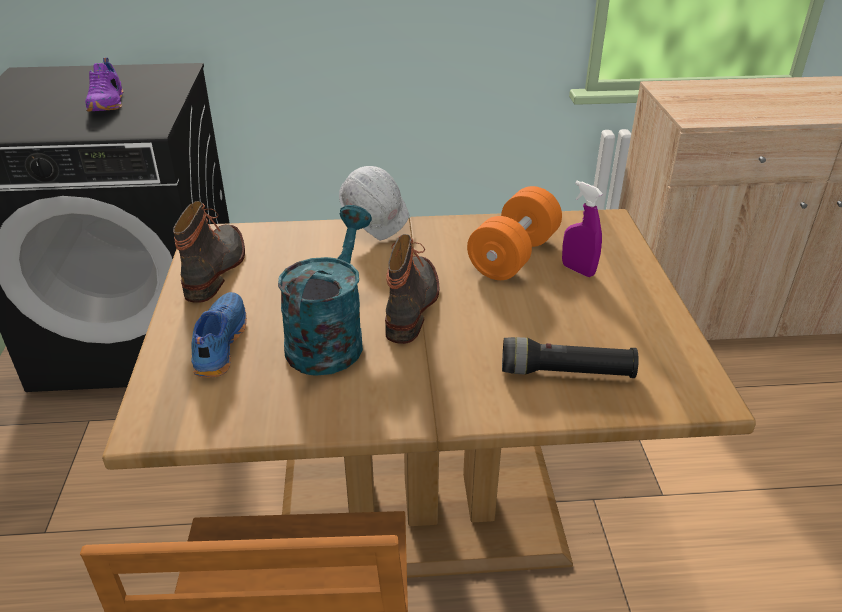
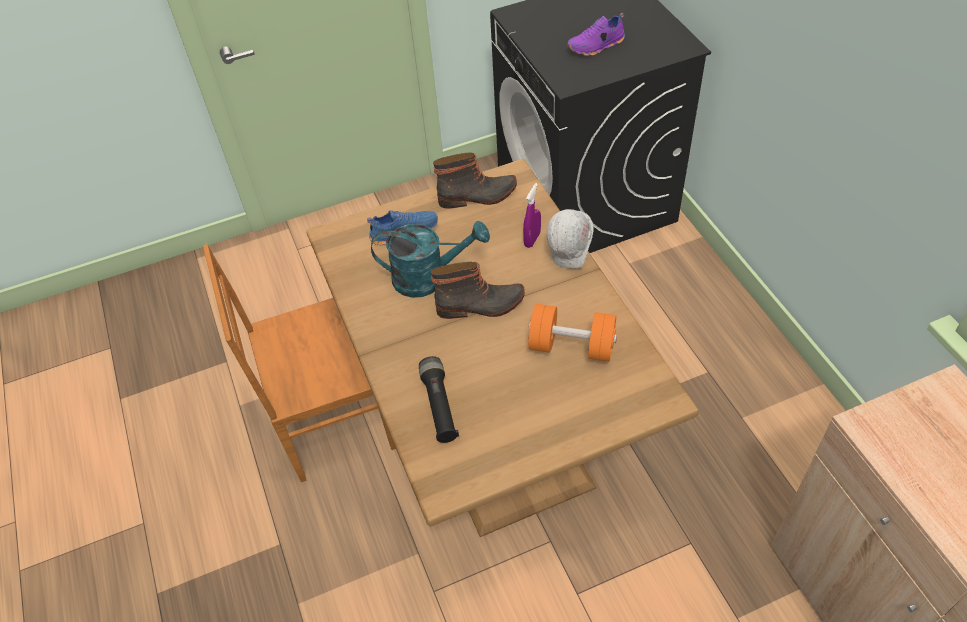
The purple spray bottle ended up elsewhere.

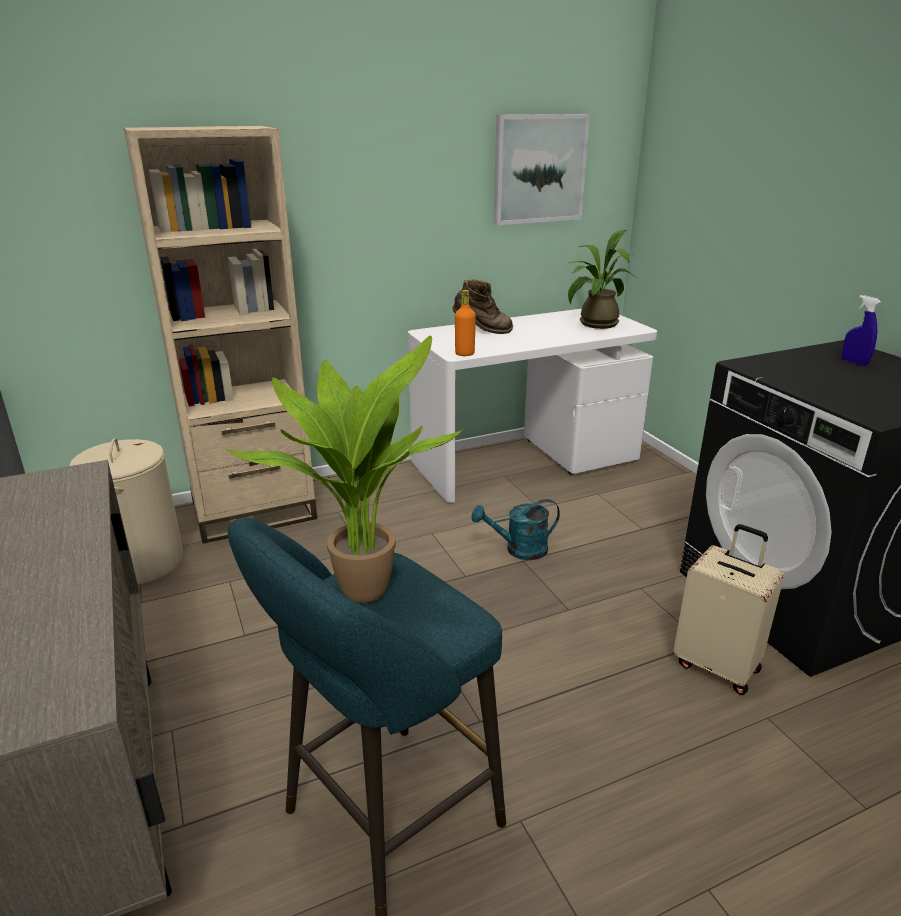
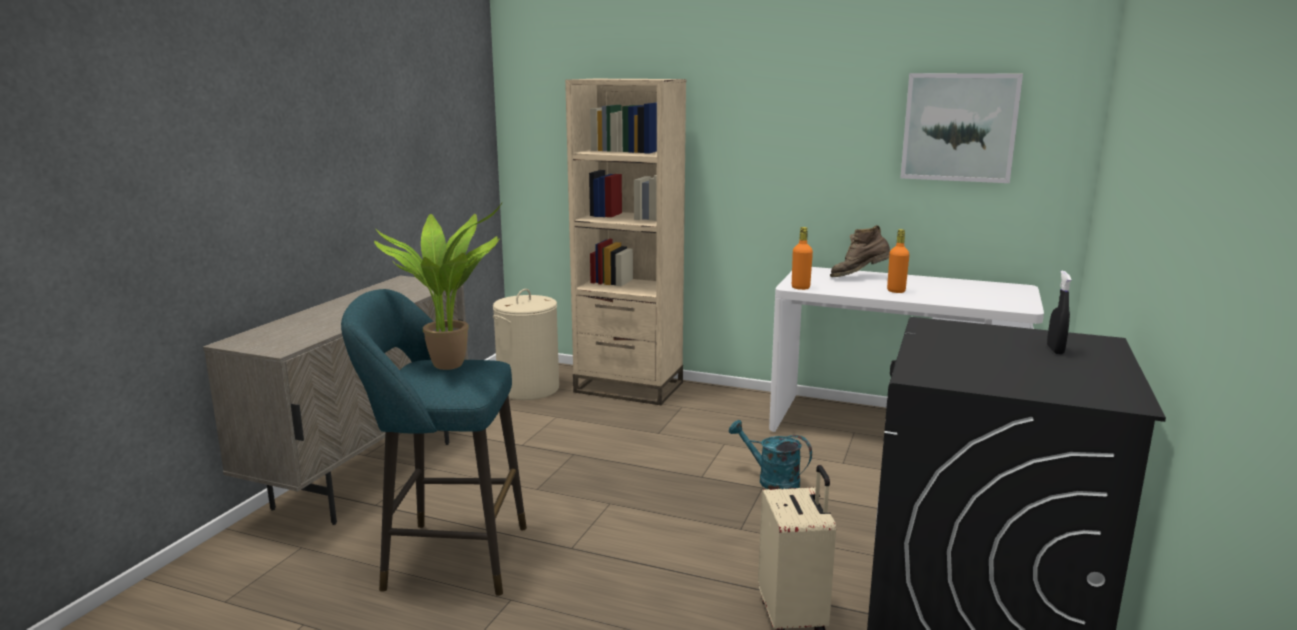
The second view lost the potted plant (2nd from left).
The brown boot ended up facing another way, 120 degrees clockwise from before.
What was the blue spray bottle turned into the black spray bottle.
The second view gained the orange bottle (2nd from left).

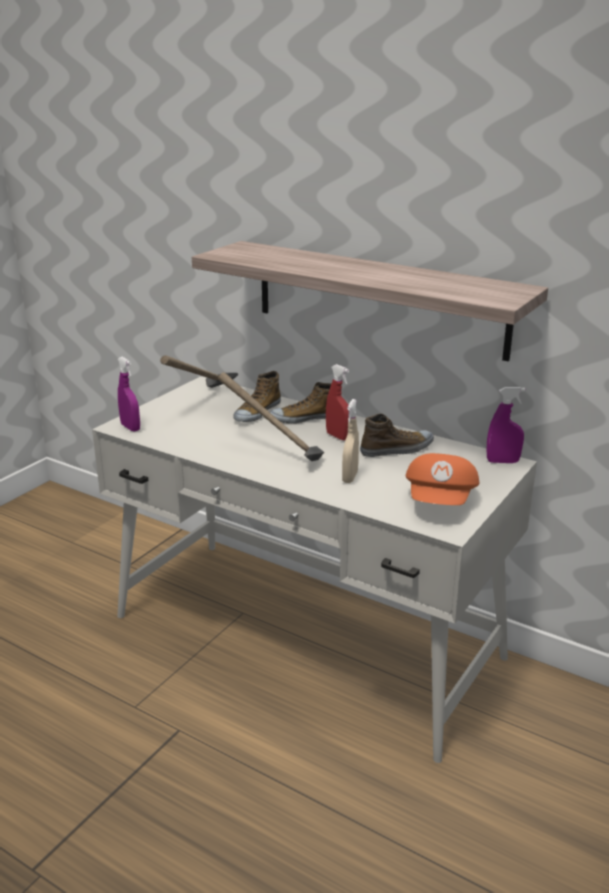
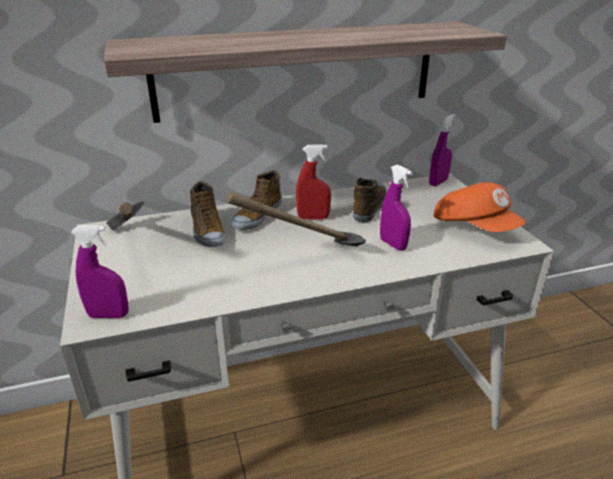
What was the beige spray bottle turned into the purple spray bottle (2nd from left).

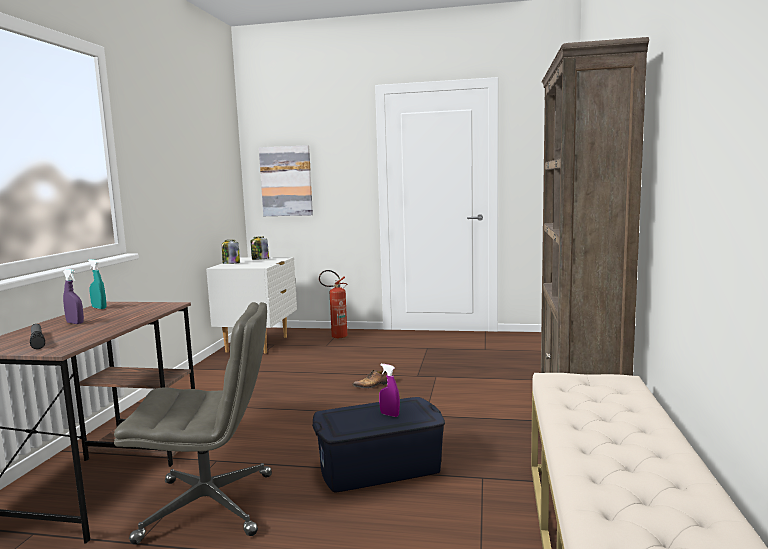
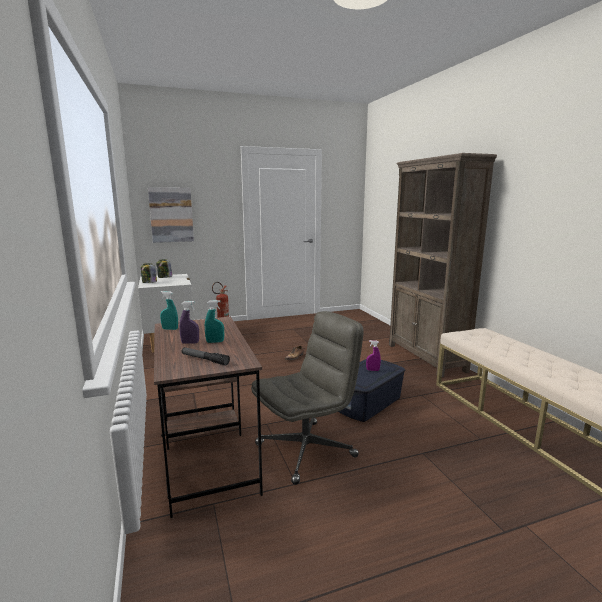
The second view gained the turquoise spray bottle (2nd from left).

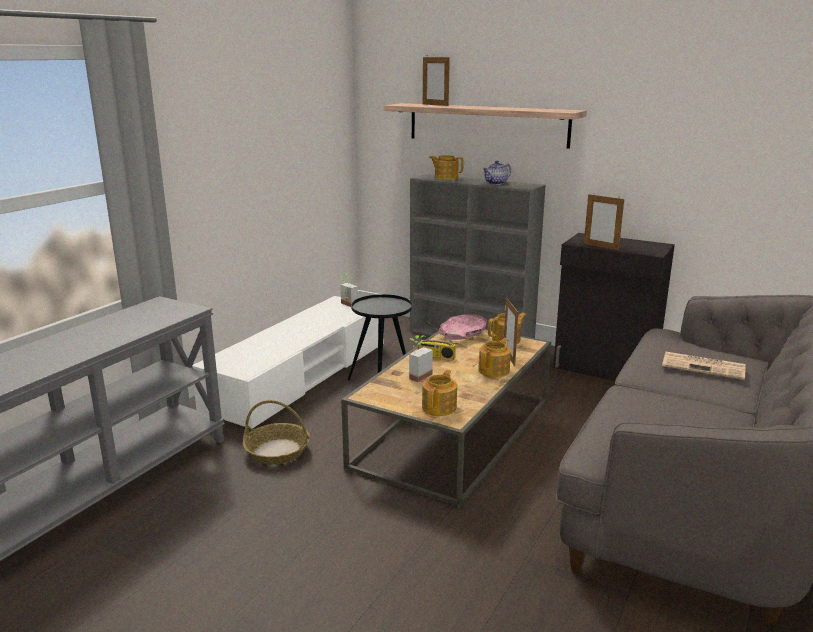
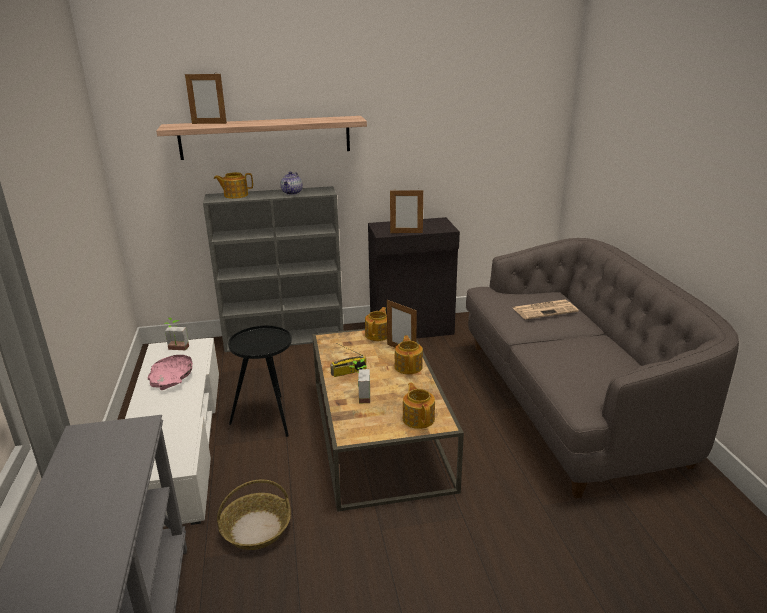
The pink bowl ended up elsewhere.

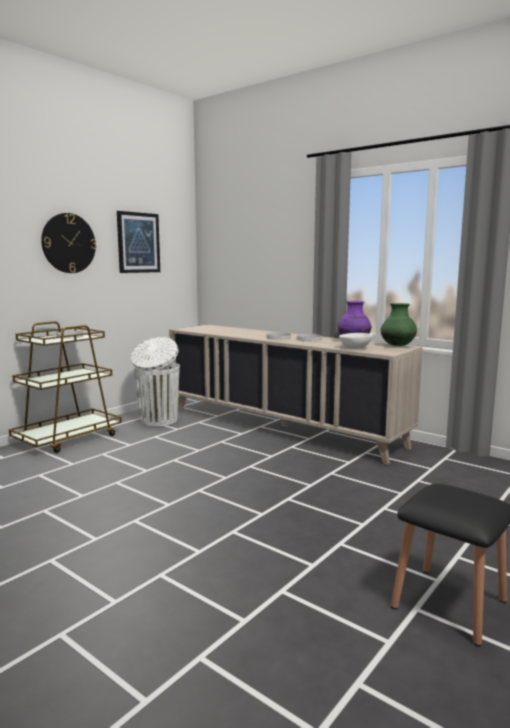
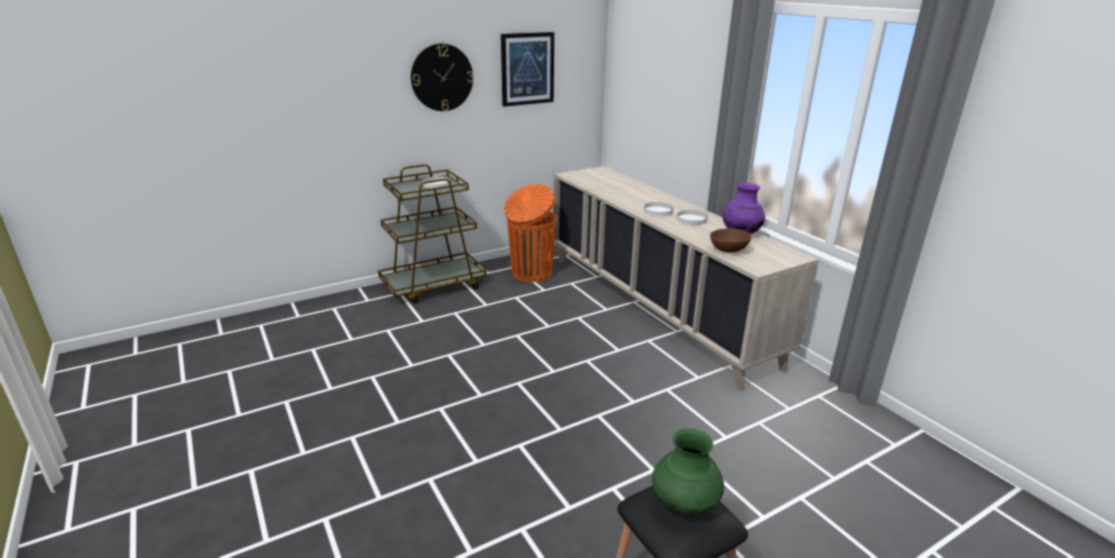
The green vase ended up elsewhere.
What was the white bowl turned into the brown bowl.
What was the white trash can turned into the orange trash can.

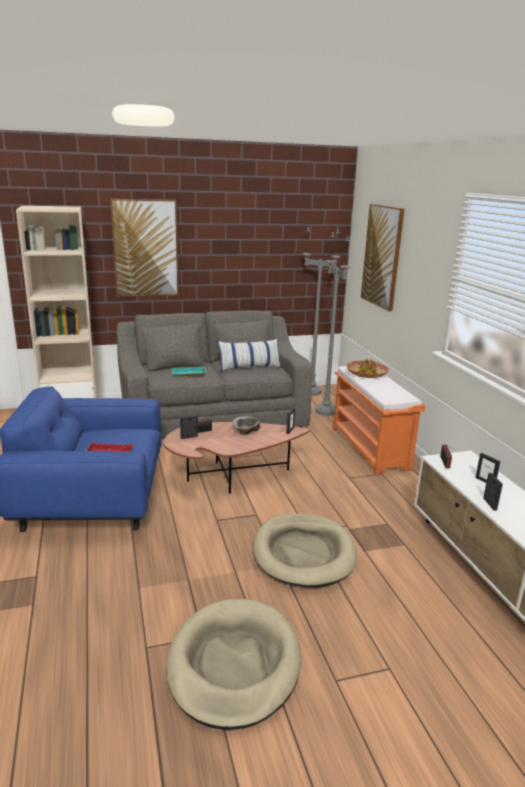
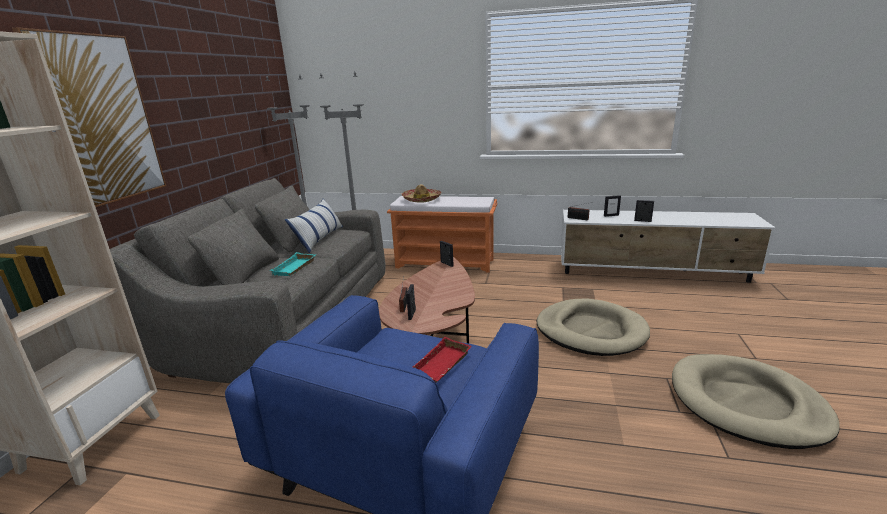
The second view lost the picture (2nd from left).
The second view lost the bowl.

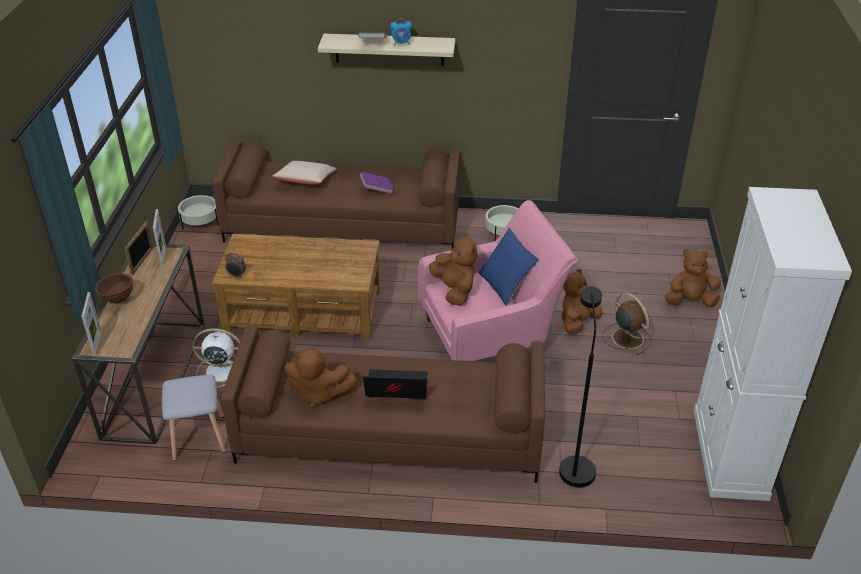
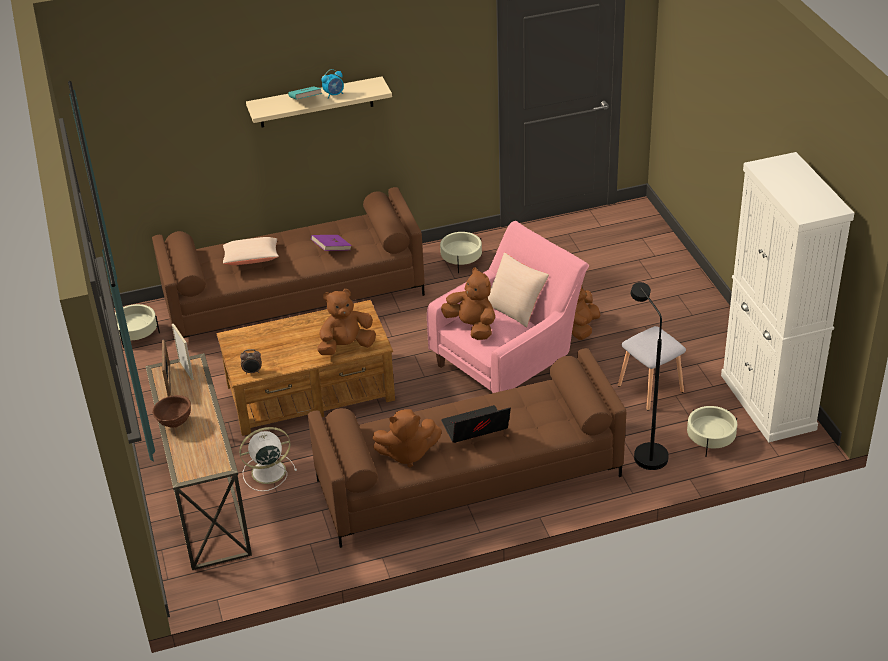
What was the blue pillow turned into the beige pillow (2nd from left).
The brown plush toy (4th from left in the first image) ended up elsewhere.
The second view lost the picture frame (1st from left).
The second view lost the brown fan.
The grey stool ended up elsewhere.
The second view gained the beige planter (3rd from left).

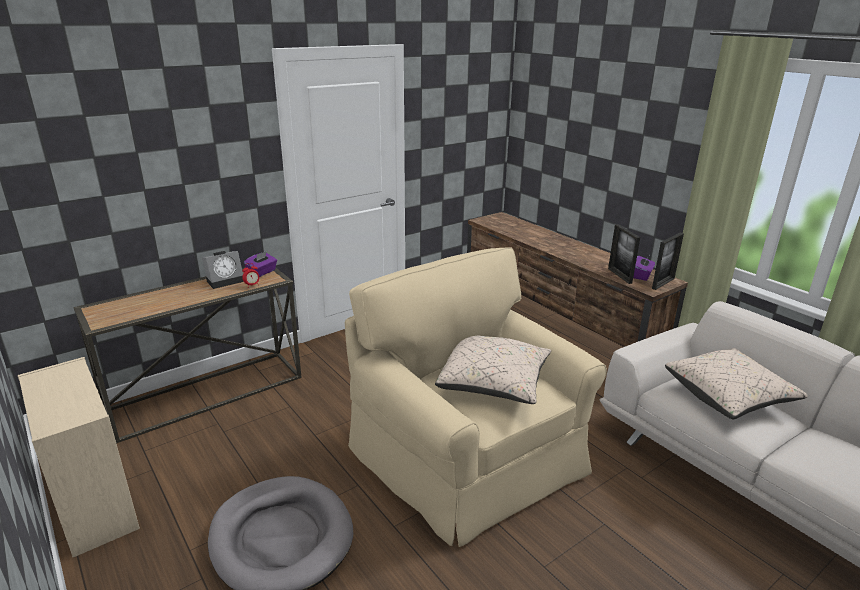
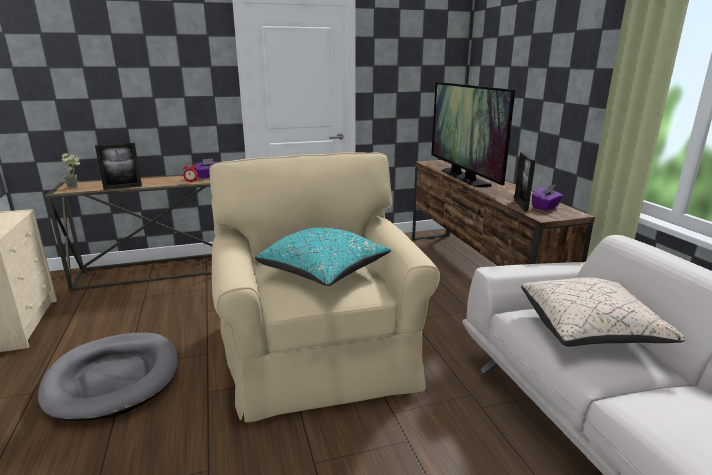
The picture frame (2nd from left in the first image) ended up elsewhere.
The second view lost the alarm clock (1st from left).
What was the beige pillow (1st from left) turned into the turquoise pillow.
The second view gained the television.
The second view gained the potted plant.

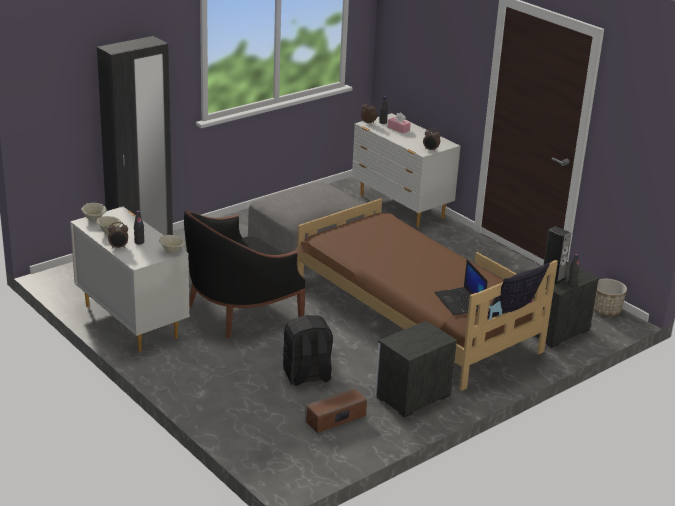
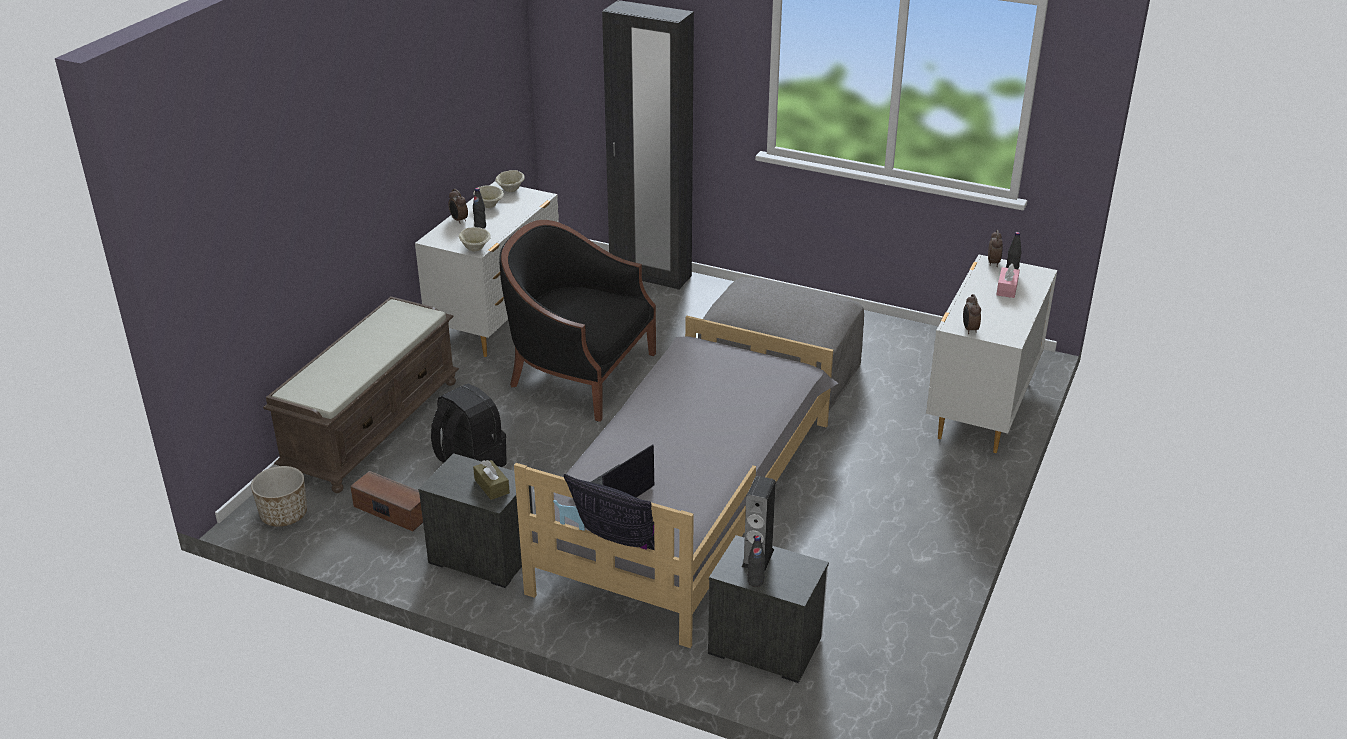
What was the brown bed turned into the grey bed.
The planter ended up elsewhere.
The second view gained the brown bench.
The second view gained the brown tissue box.

